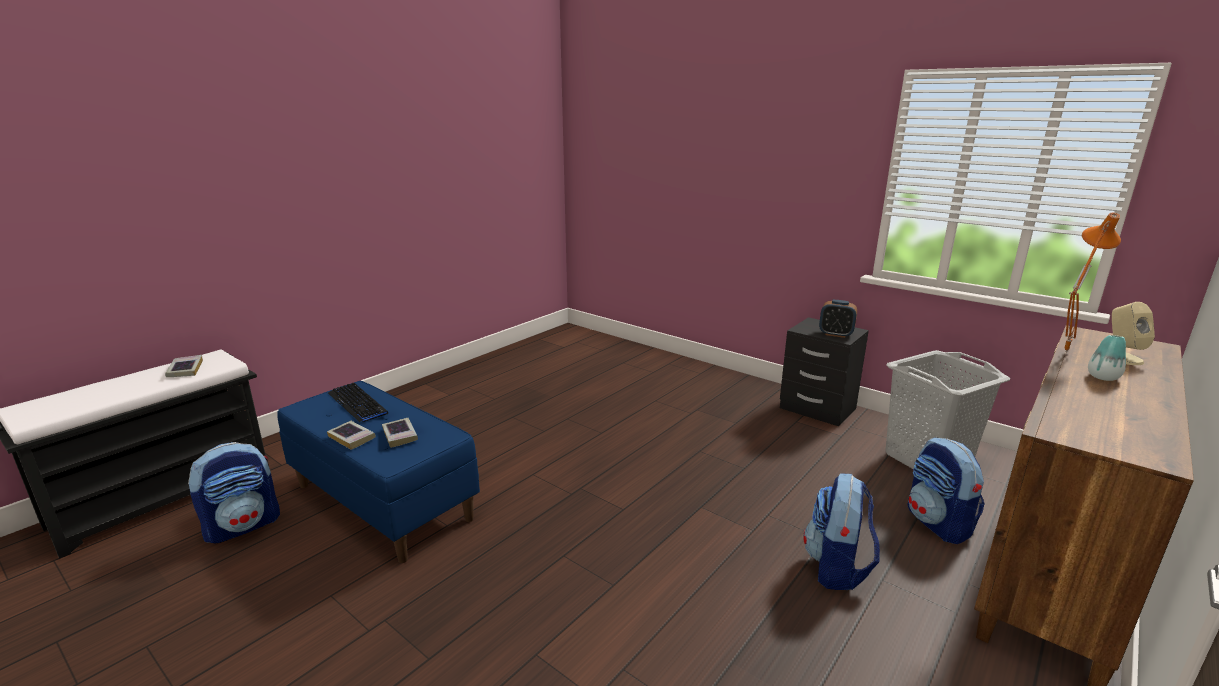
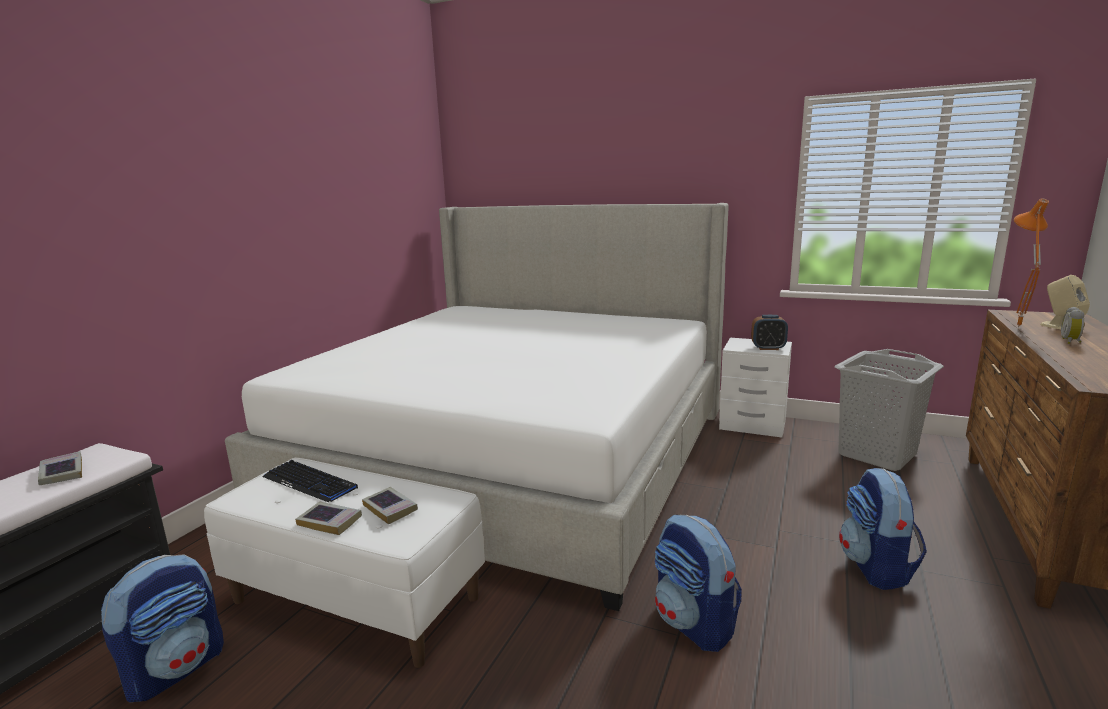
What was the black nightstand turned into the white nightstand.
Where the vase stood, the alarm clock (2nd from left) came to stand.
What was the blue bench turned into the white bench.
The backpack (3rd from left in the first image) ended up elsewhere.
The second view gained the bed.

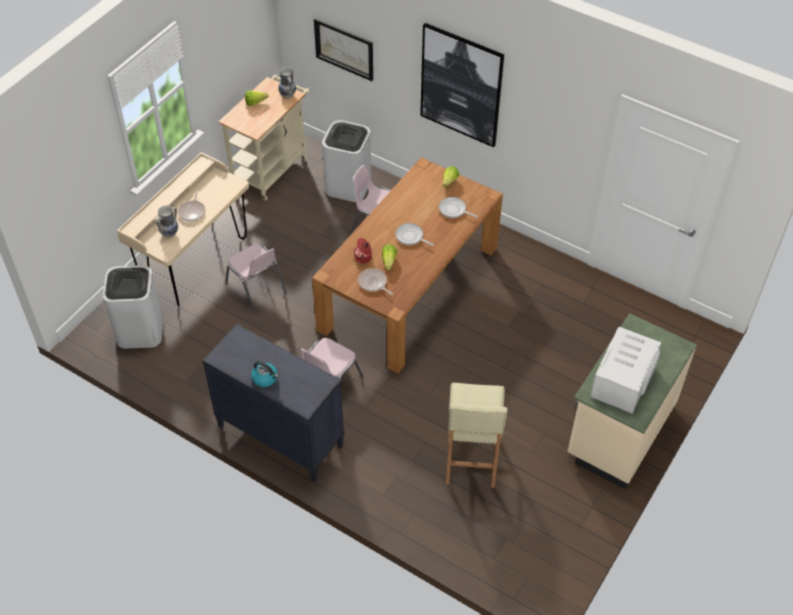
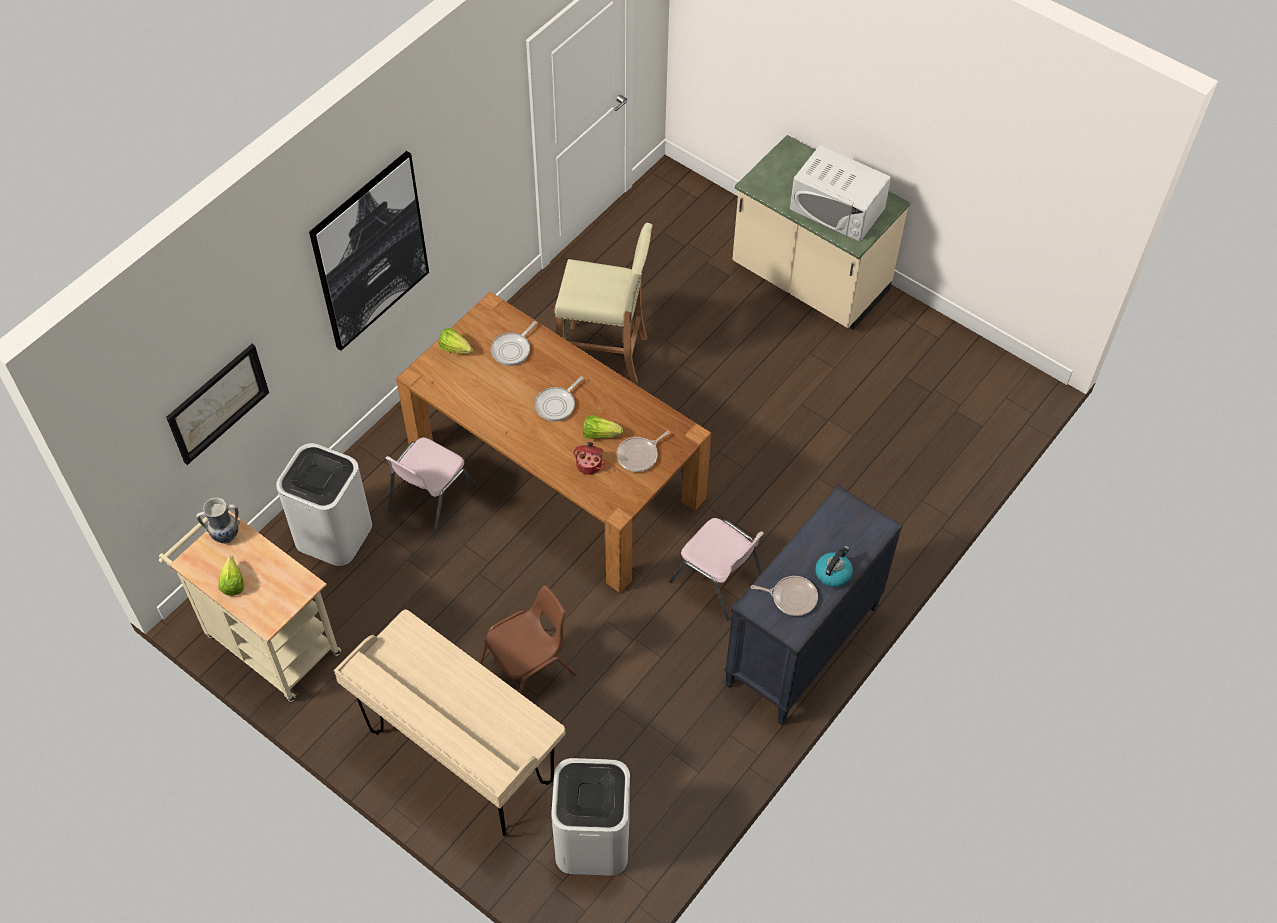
The frying pan (1st from left in the first image) ended up elsewhere.
The second view lost the vase (1st from left).
What was the pink chair (1st from left) turned into the brown chair.
The beige stool ended up elsewhere.

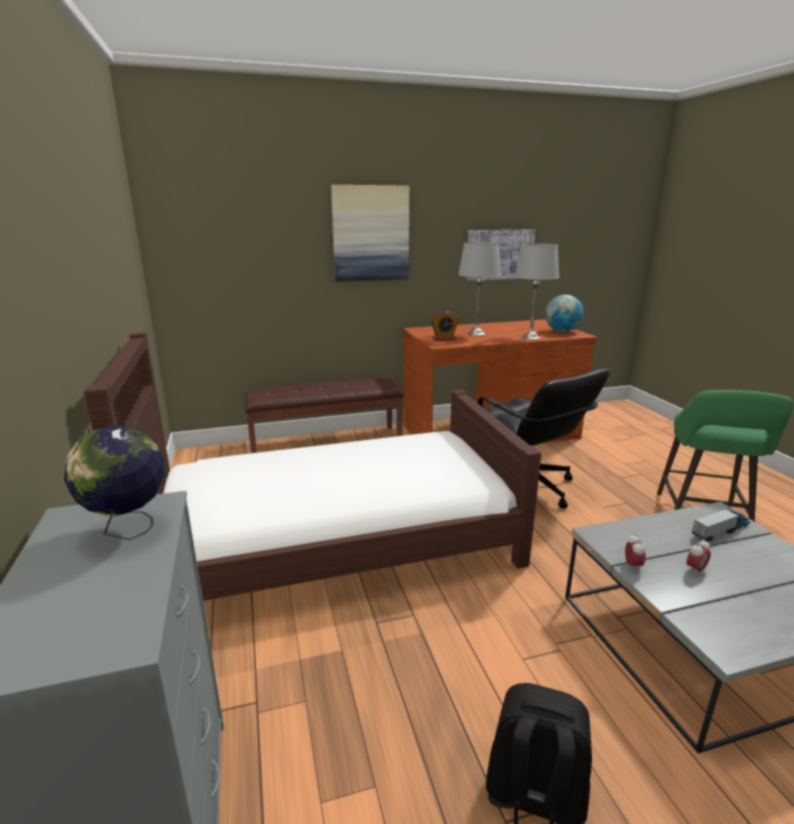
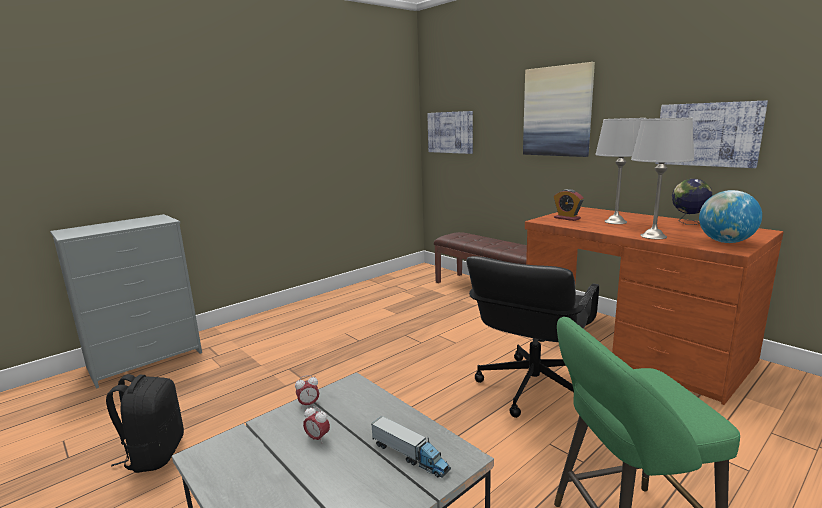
The second view lost the brown bed.
The globe (1st from left) ended up elsewhere.
The second view gained the picture (1st from left).

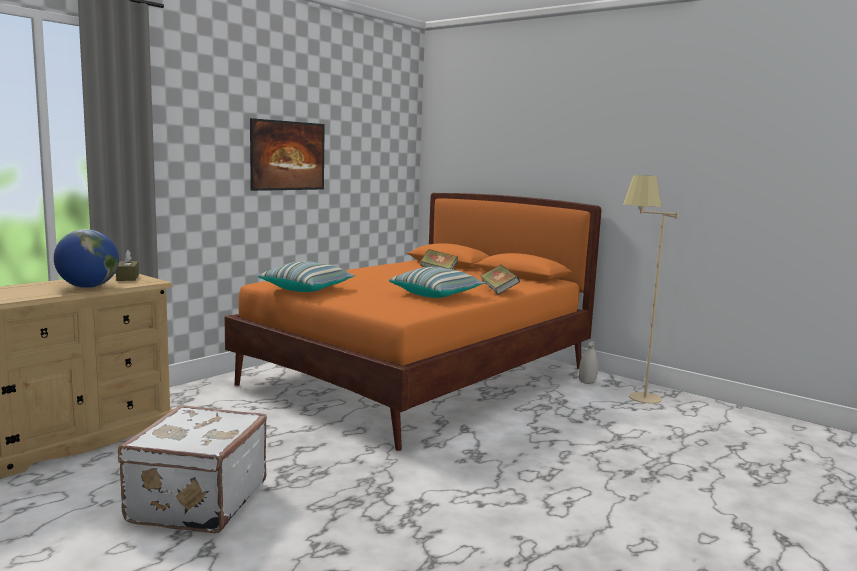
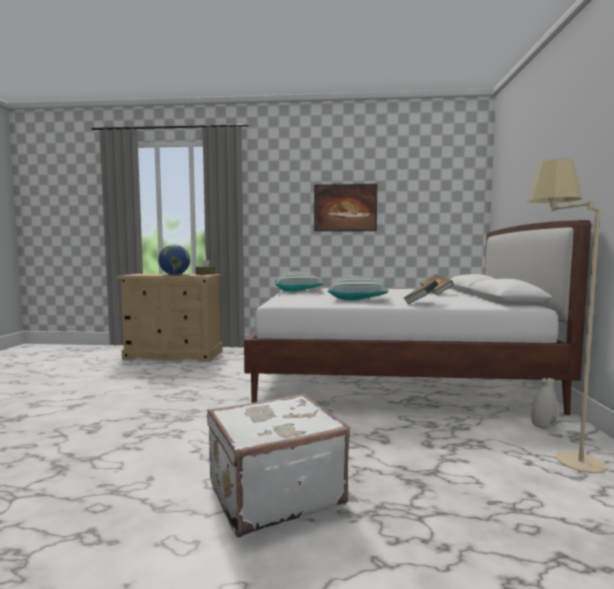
What was the orange bed turned into the white bed.
The white suitcase ended up elsewhere.

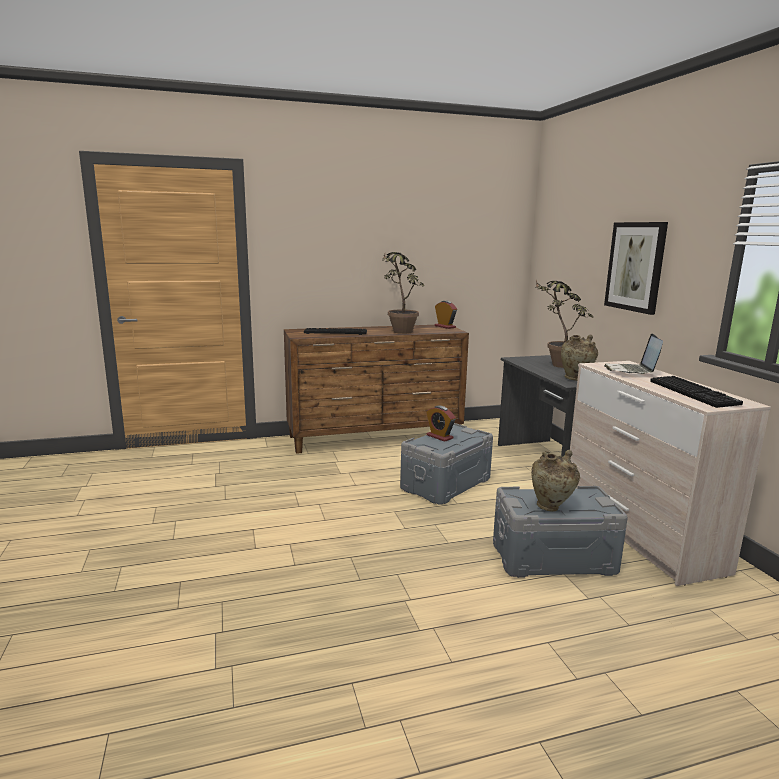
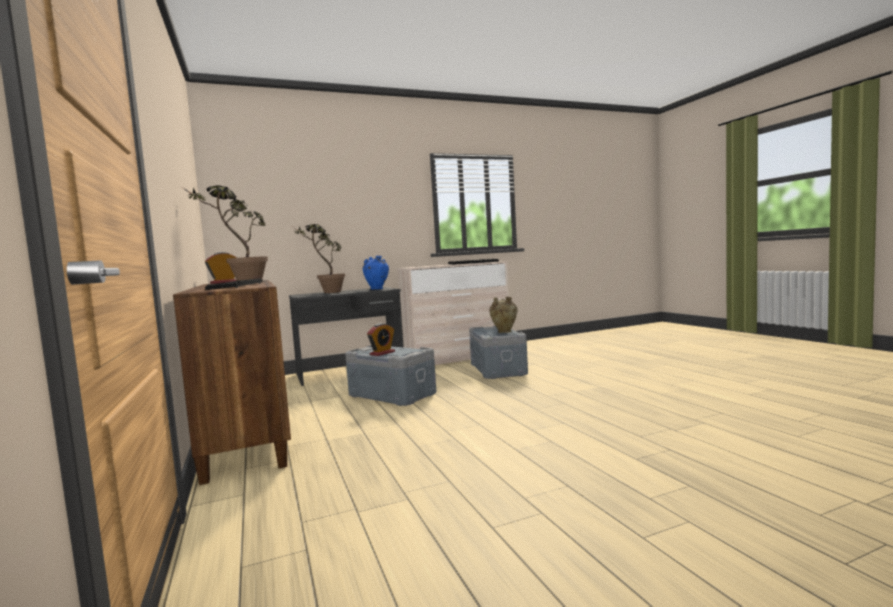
The second view lost the picture.
What was the beige vase (2nd from left) turned into the blue vase.
The second view lost the laptop.

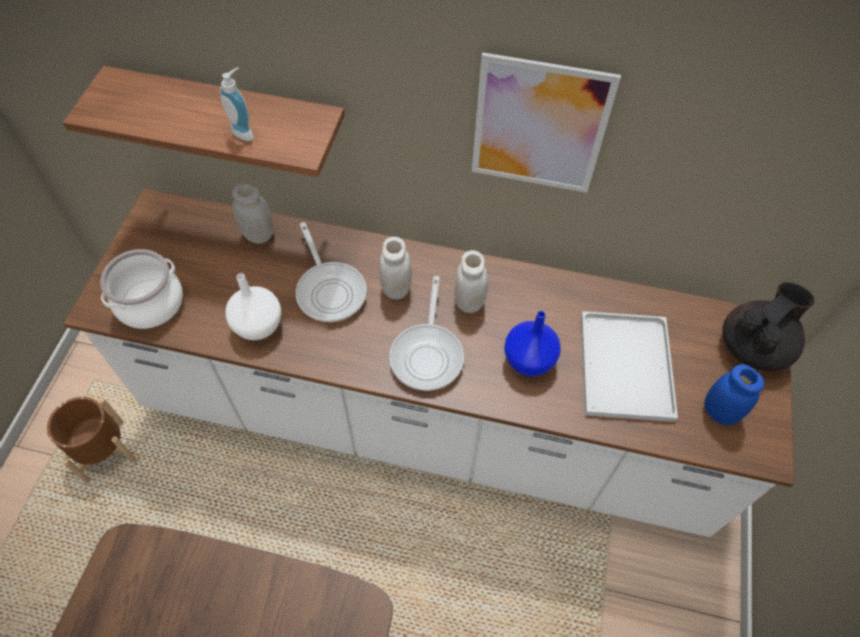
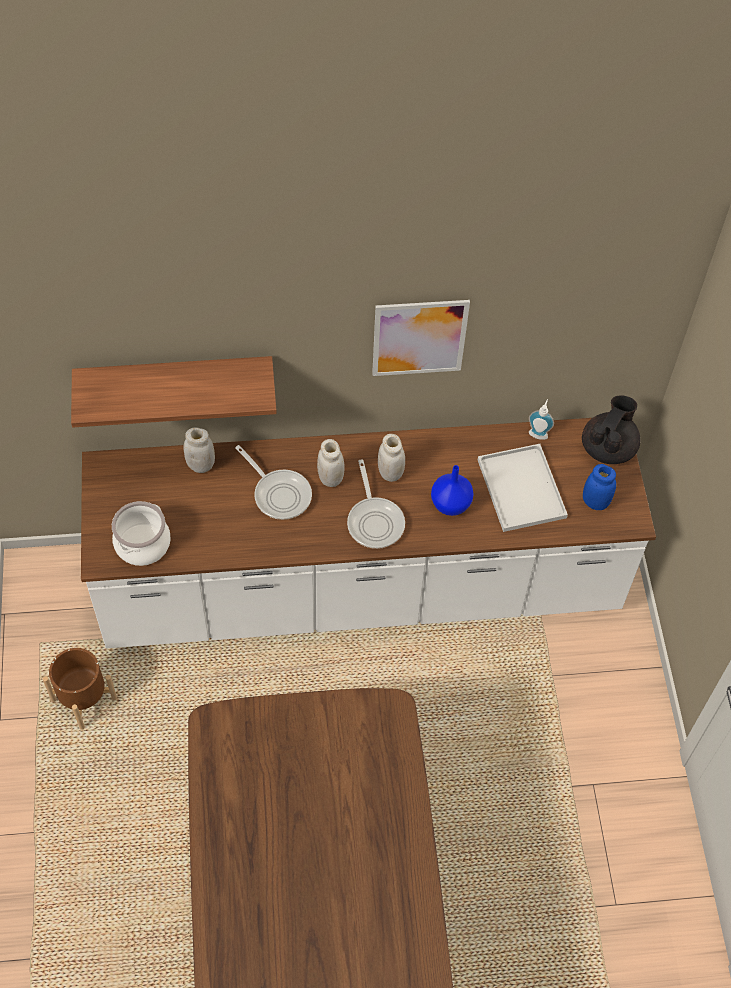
The soap dispenser ended up elsewhere.
The second view lost the white vase.

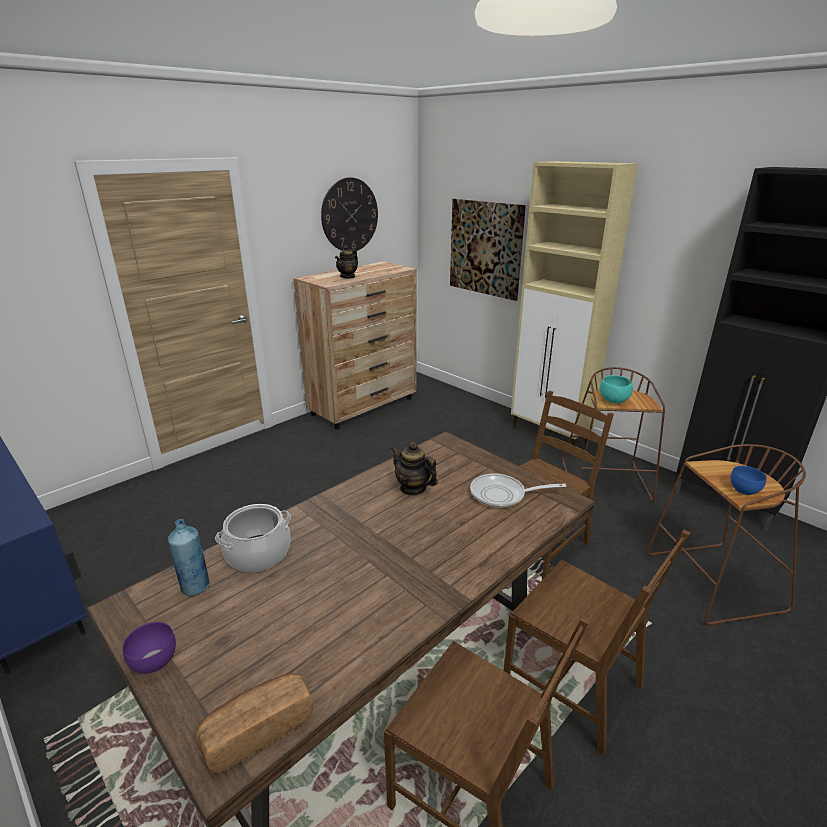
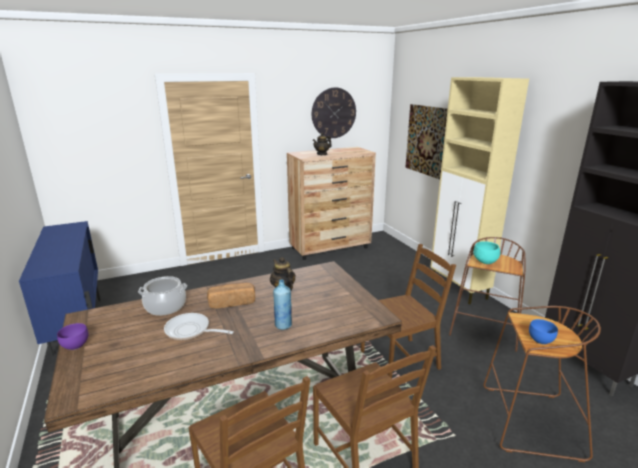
The frying pan ended up elsewhere.
The blue bottle ended up elsewhere.
The bread ended up elsewhere.

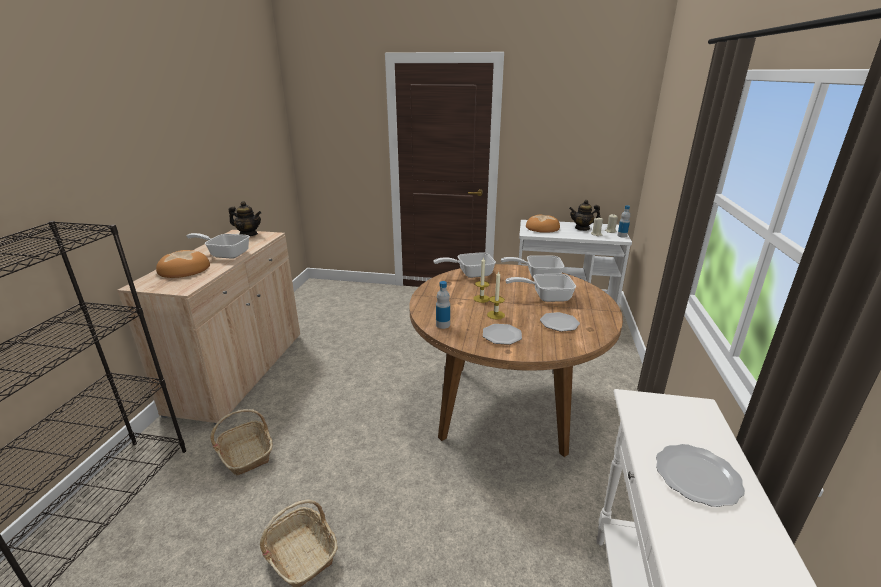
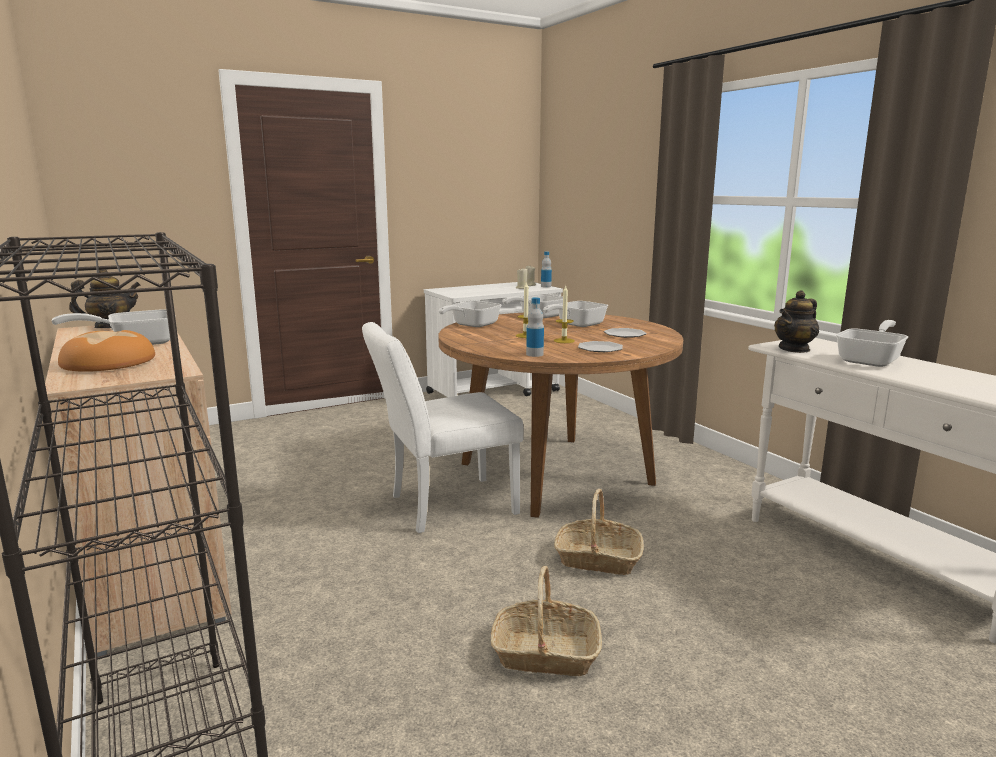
The teapot (2nd from left) ended up elsewhere.
The second view lost the bread (2nd from left).
The basket (1st from left in the first image) ended up elsewhere.
Where the plate (3rd from left) stood, the frying pan (5th from left) came to stand.
The second view gained the white chair.

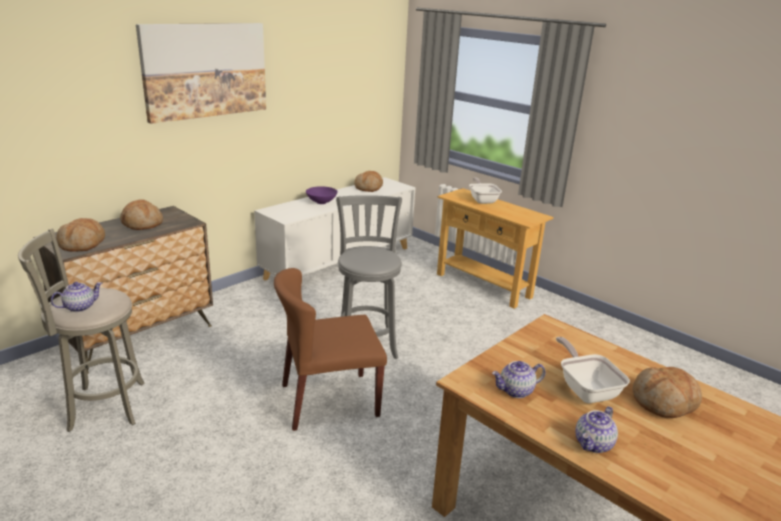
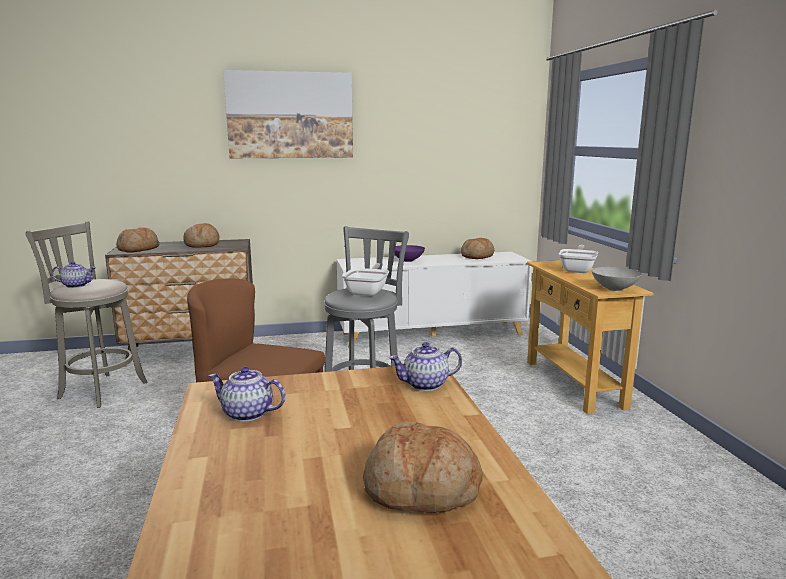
The frying pan (2nd from left in the first image) ended up elsewhere.
The teapot (3rd from left) ended up elsewhere.
The second view gained the grey bowl.

